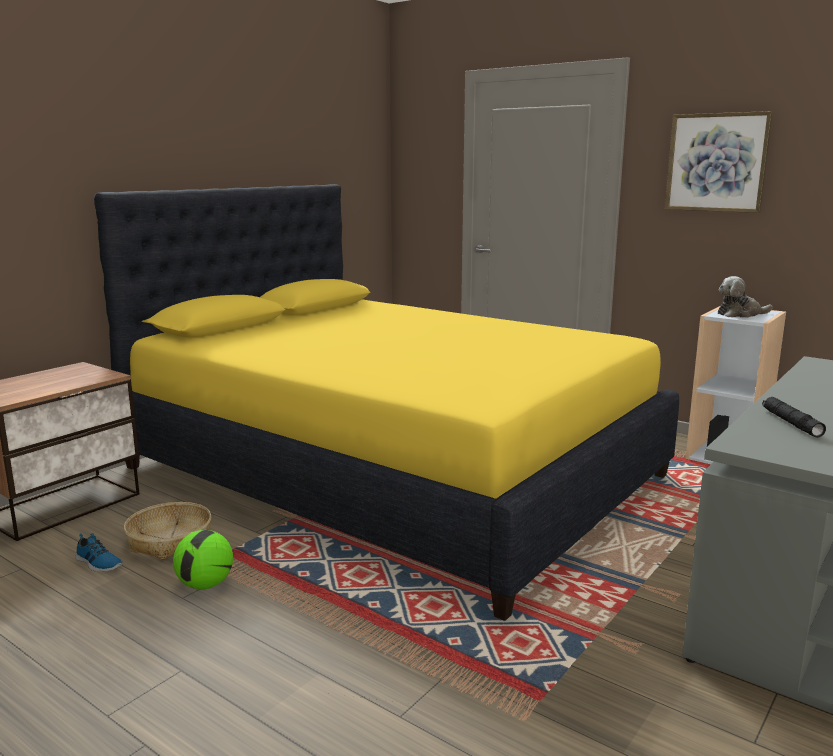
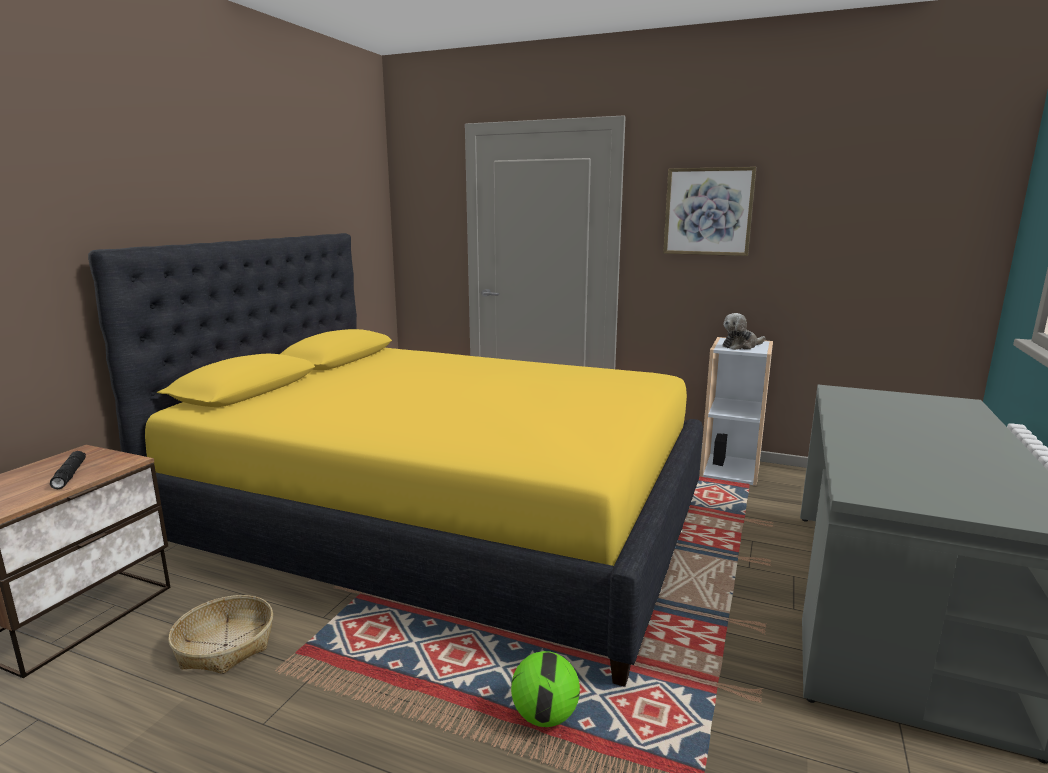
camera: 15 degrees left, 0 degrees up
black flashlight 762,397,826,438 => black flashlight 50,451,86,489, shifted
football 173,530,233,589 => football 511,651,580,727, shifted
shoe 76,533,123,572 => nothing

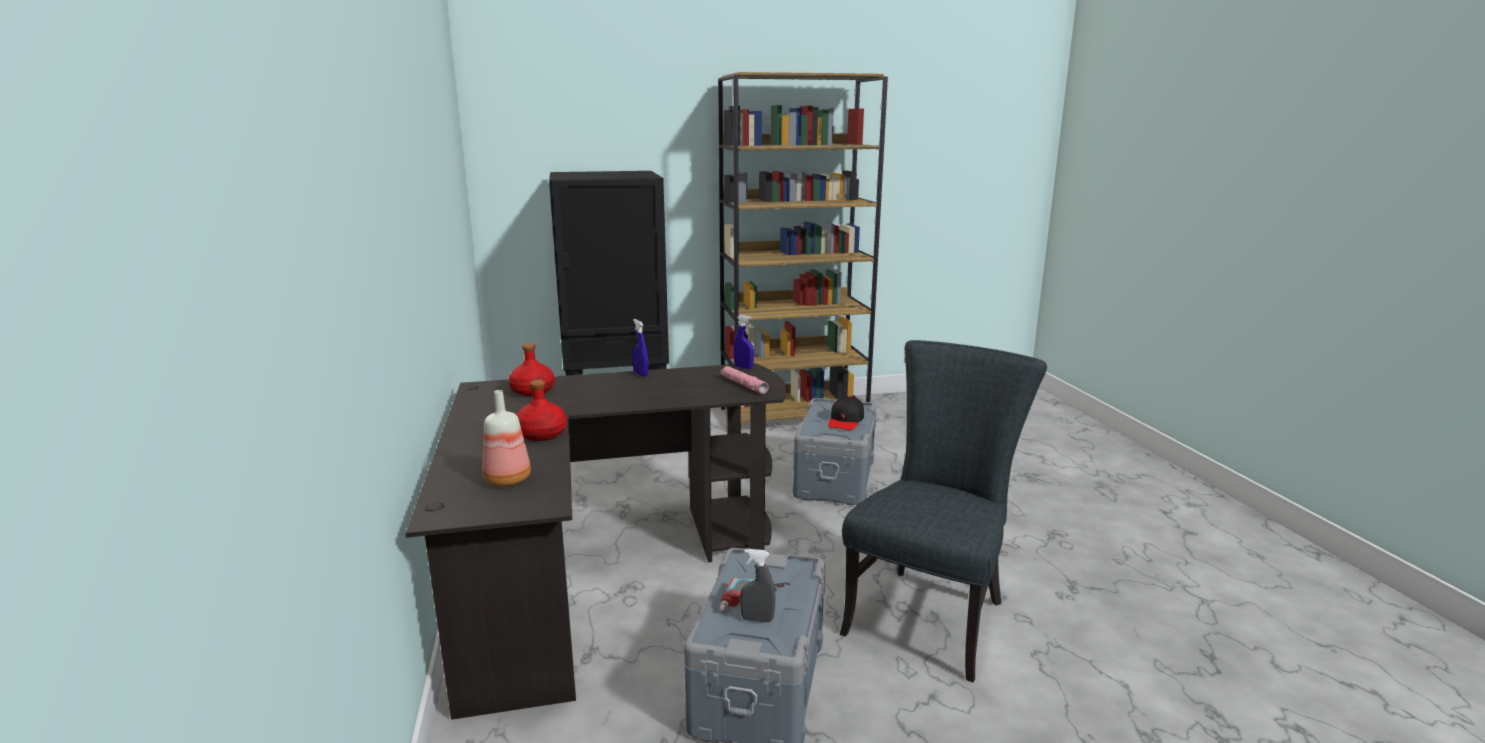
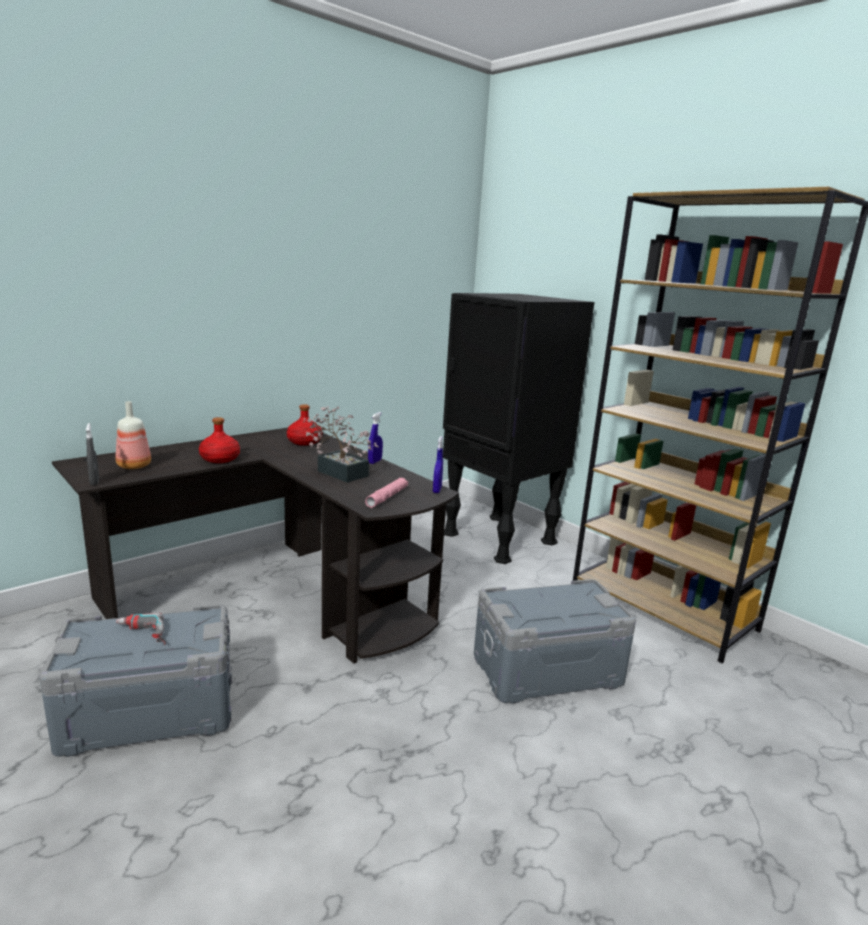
camera: 60 degrees right, 0 degrees up
grey spray bottle 740,549,775,622 => grey spray bottle 86,423,99,485, shifted
nothing => potted plant 303,406,379,483
black cap 828,396,864,430 => nothing
grey chair 840,340,1047,682 => nothing

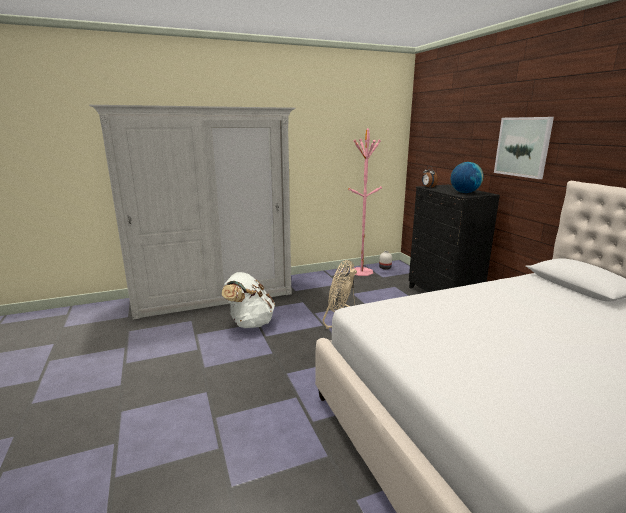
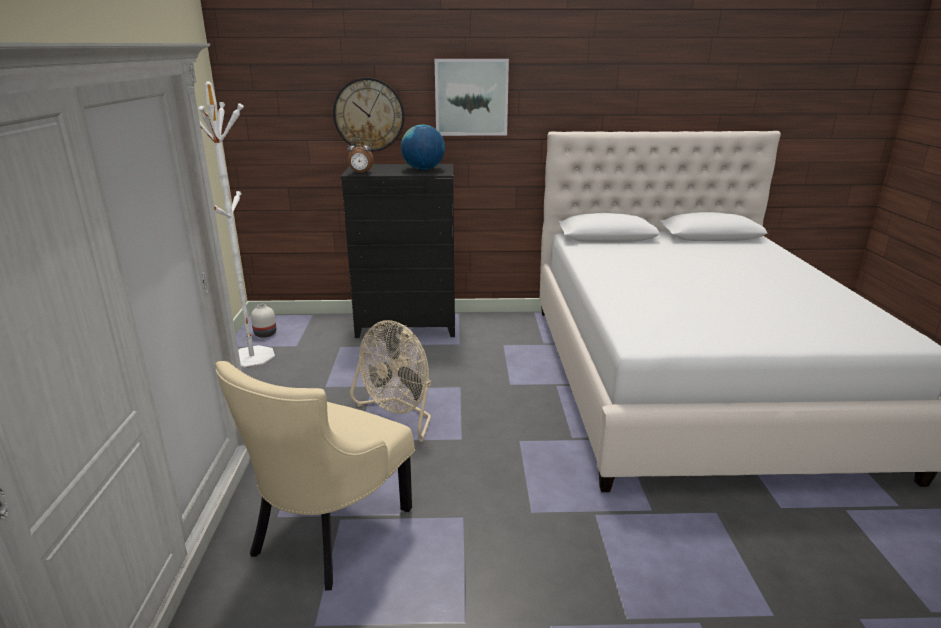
camera: 70 degrees left, 5 degrees up
pink clothes rack 348,128,382,276 => white clothes rack 198,81,275,368
white backpack 222,272,275,328 => beige chair 215,361,415,591
nothing => wall clock 333,78,404,152

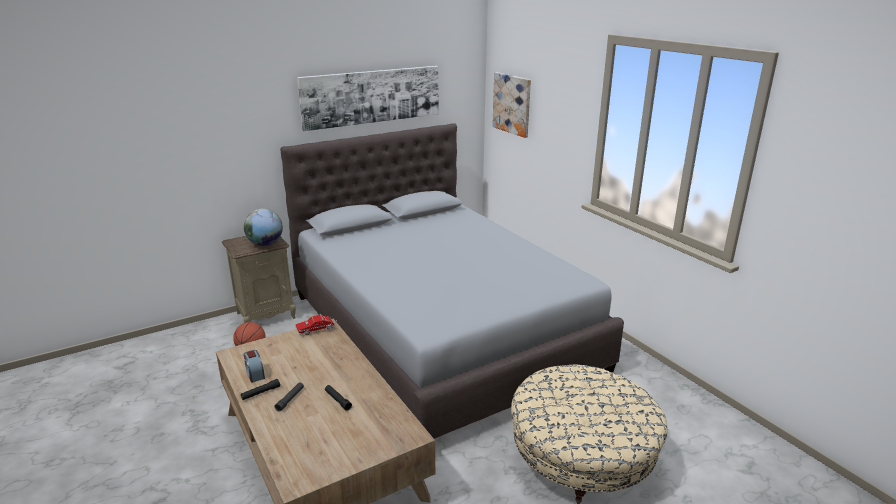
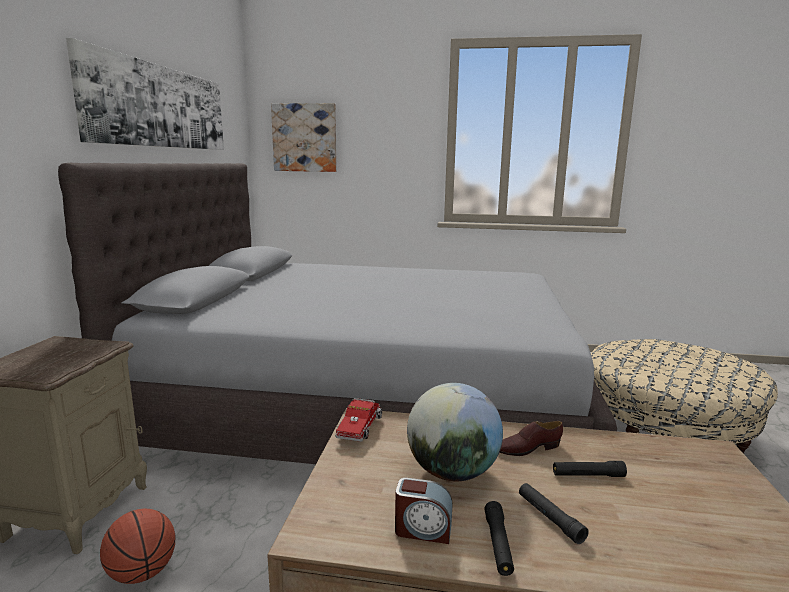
camera: 50 degrees left, 10 degrees down
globe 244,209,283,246 => globe 407,383,503,481, shifted
nothing => brown shoe 500,421,563,456

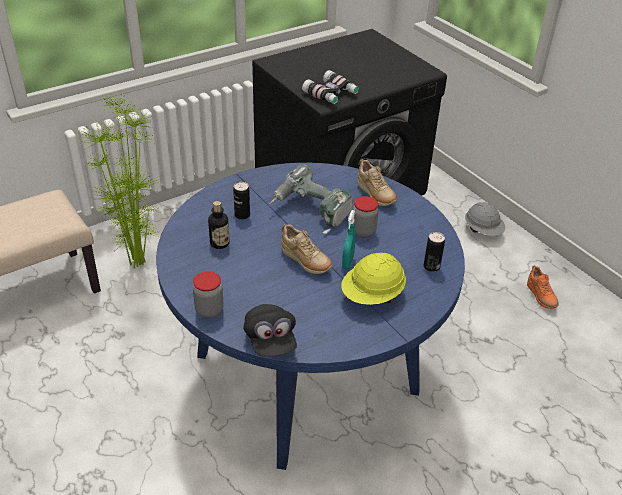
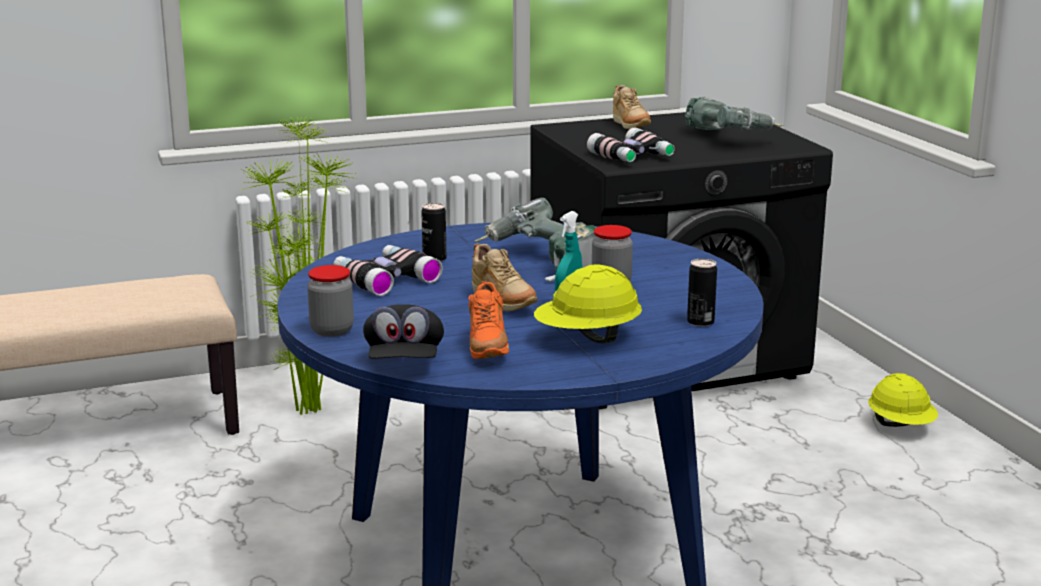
camera: 15 degrees right, 20 degrees down
bottle 208,201,229,249 => binoculars 333,245,443,296
orange shoe 527,265,558,309 => orange shoe 468,281,509,359, shifted
beige shoe 358,159,397,206 => beige shoe 613,85,651,129, shifted
nothing => power drill 685,97,784,131
grey hard hat 465,202,505,236 => yellow hard hat 868,373,938,427

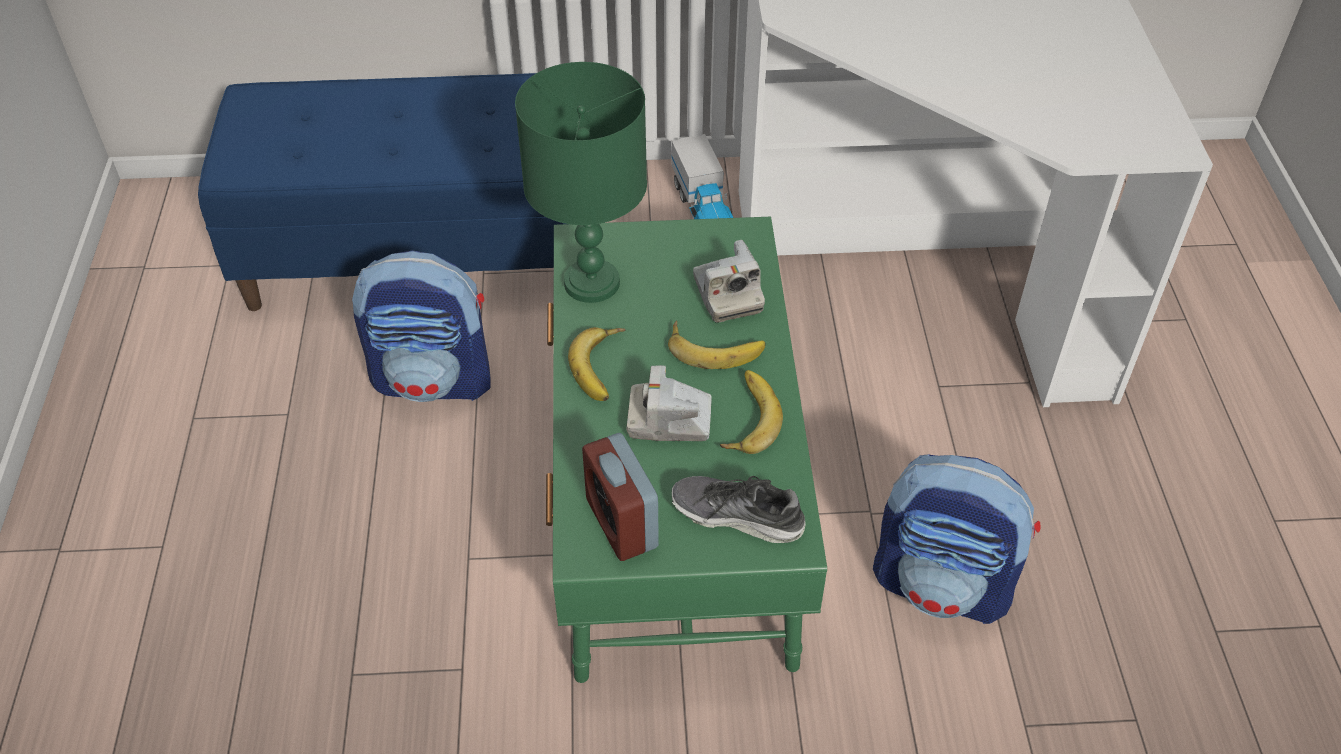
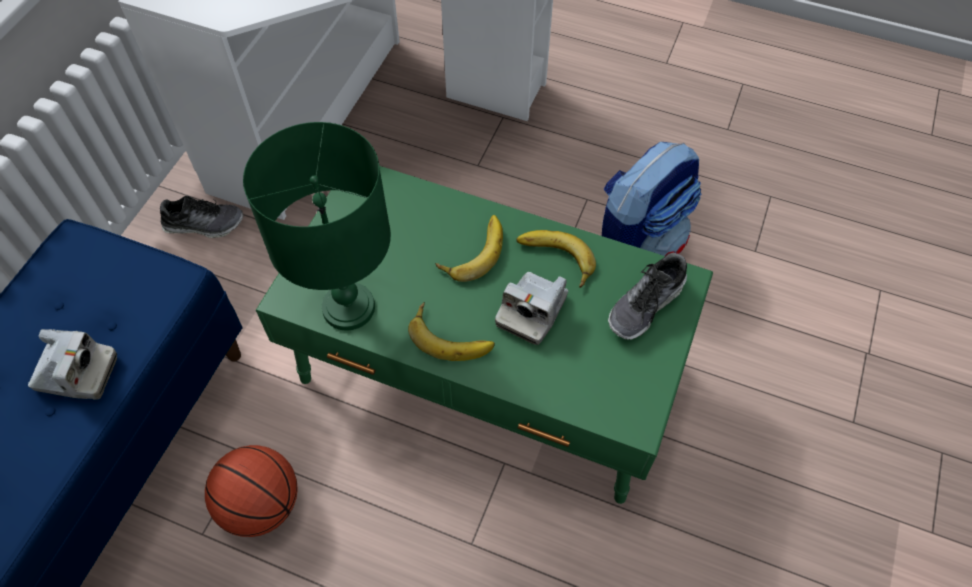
camera: 65 degrees left, 10 degrees up
photo camera 693,240,765,322 => photo camera 28,329,117,400, shifted
toy truck 671,134,733,219 => shoe 160,196,243,238
backpack 352,251,490,402 => basketball 205,445,298,537
alarm clock 582,433,659,561 => nothing

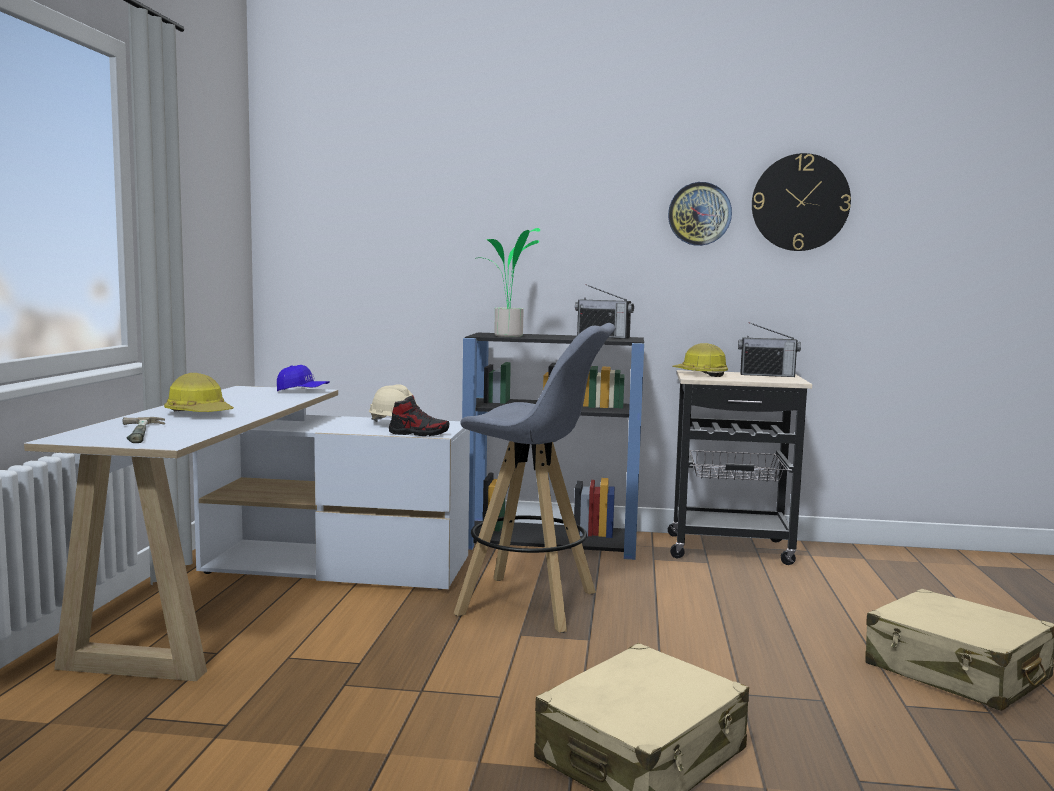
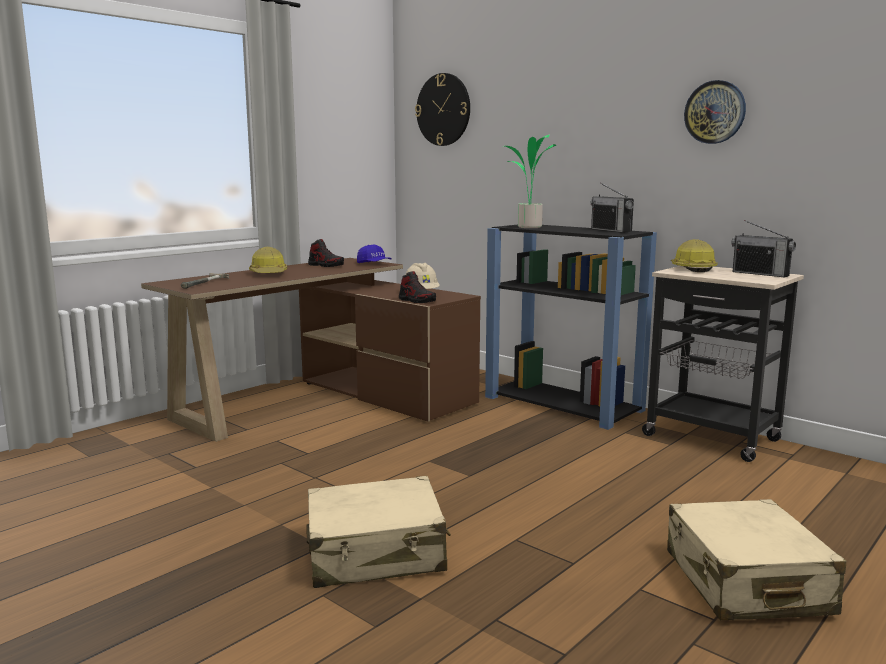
camera: 35 degrees right, 5 degrees up
white desk 24,386,470,681 => brown desk 141,258,481,442
nothing => shoe 308,239,344,267
wall clock 752,153,851,251 => wall clock 415,73,470,146, shifted
grey stool 454,323,615,633 => nothing

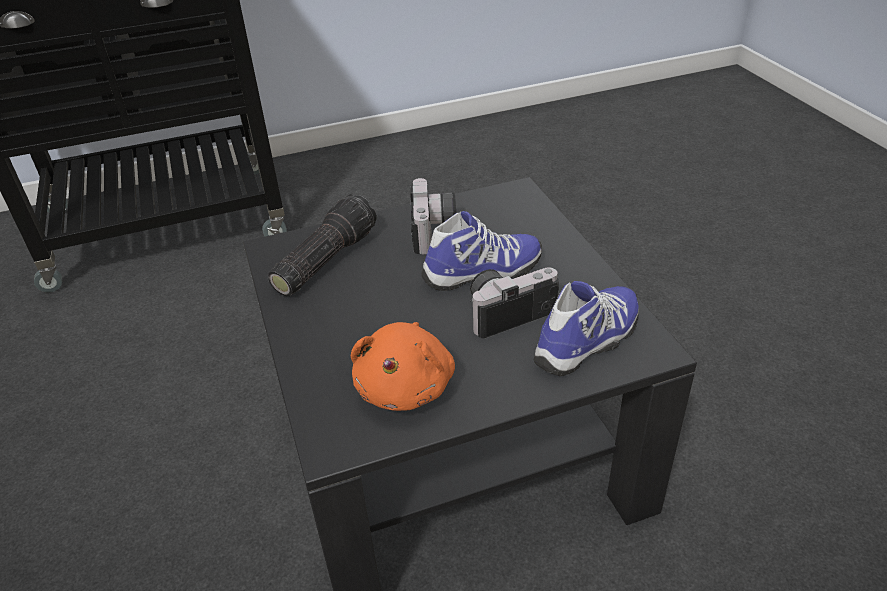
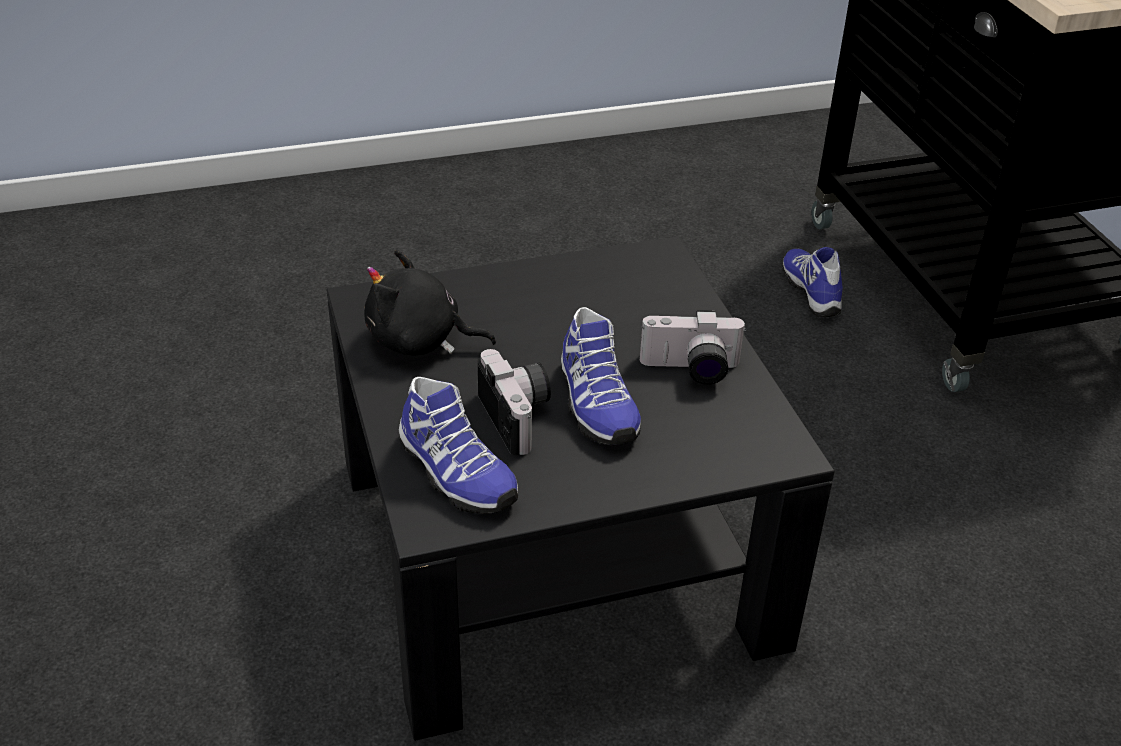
camera: 90 degrees right, 0 degrees up
orange plush toy 351,322,455,411 => black plush toy 364,249,496,356
nothing => shoe 782,247,843,318
flashlight 267,194,377,297 => nothing

